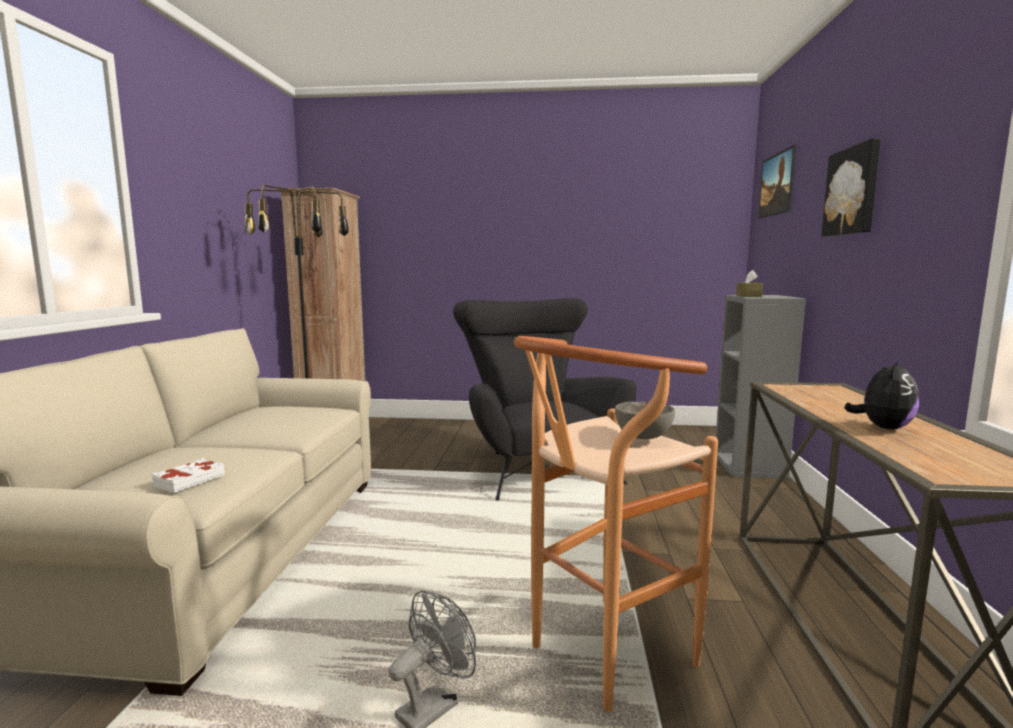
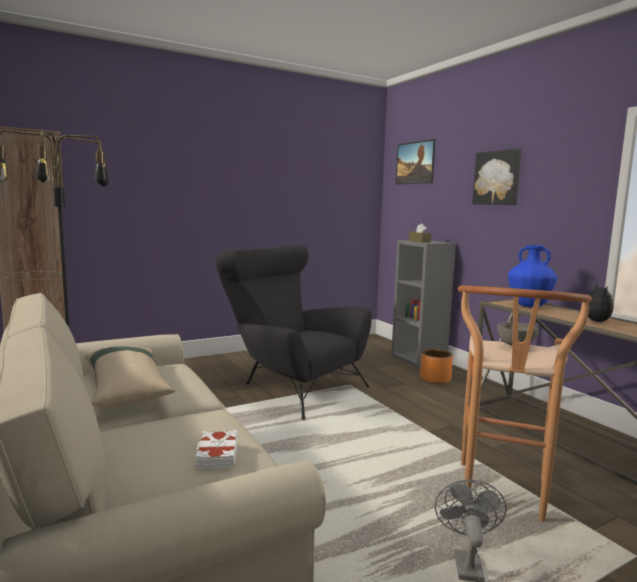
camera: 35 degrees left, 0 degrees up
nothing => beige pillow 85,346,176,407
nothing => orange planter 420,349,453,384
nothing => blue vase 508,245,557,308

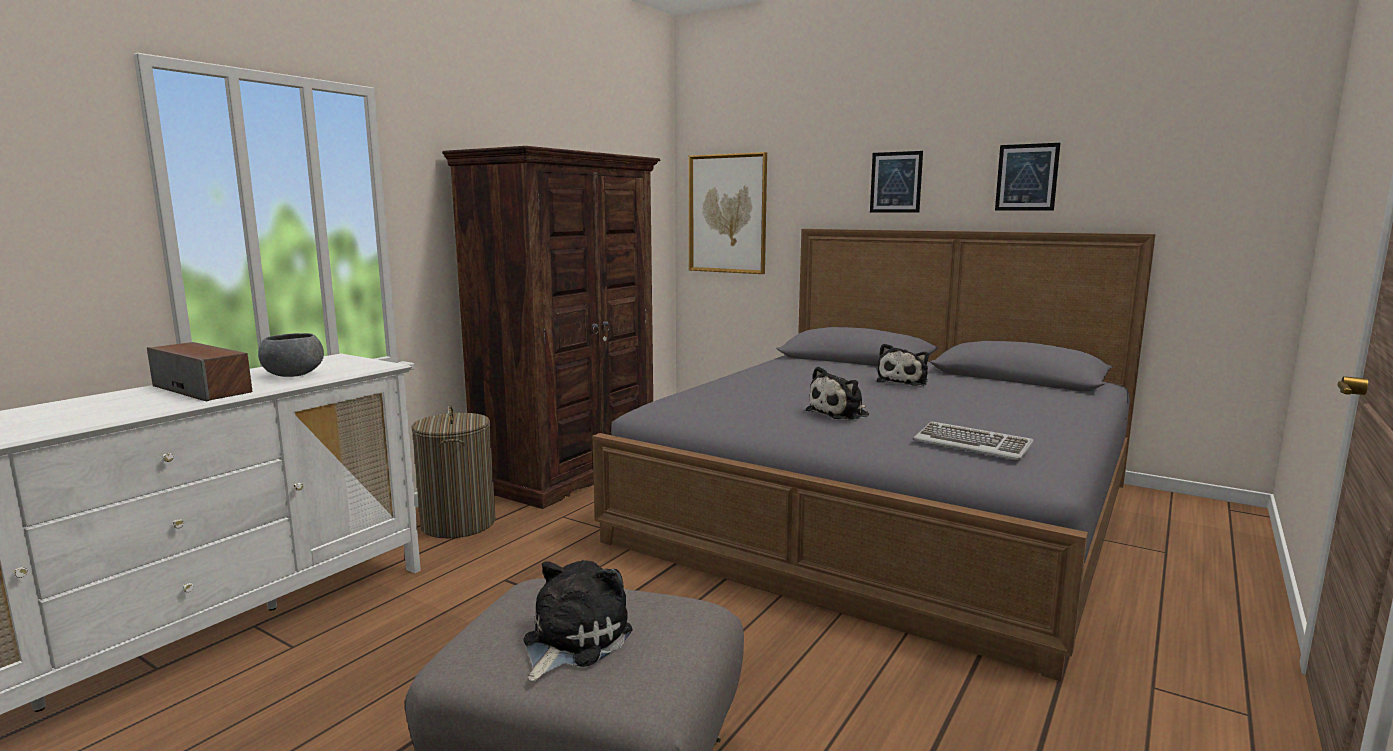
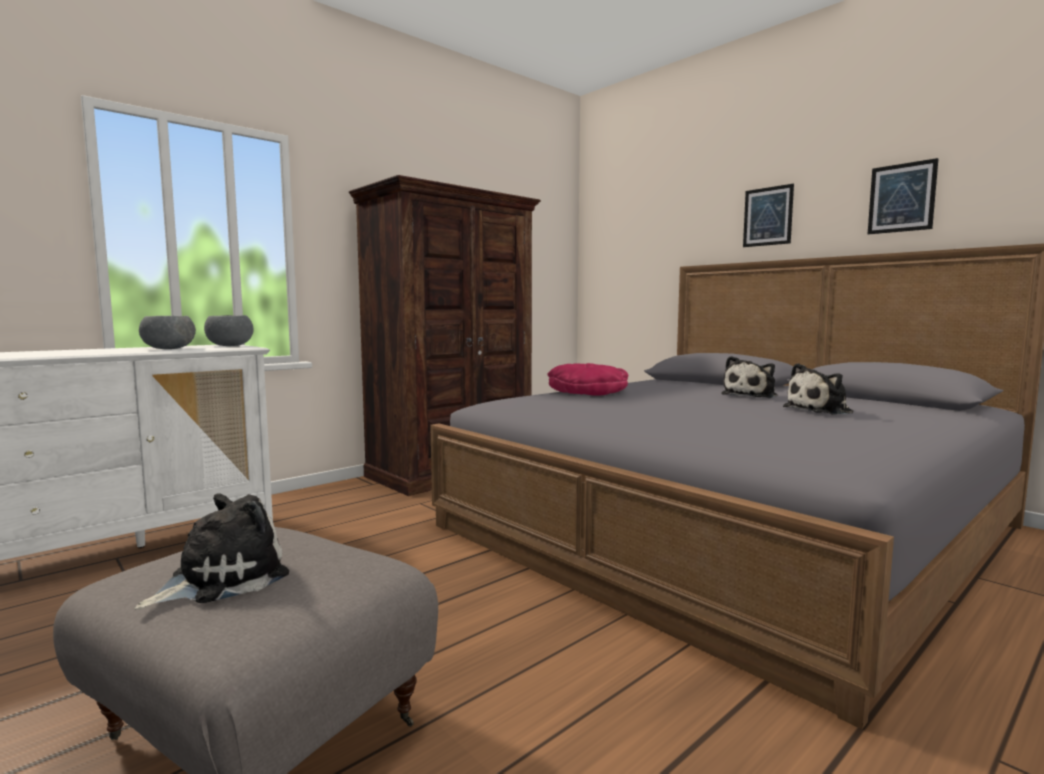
camera: 15 degrees right, 5 degrees down
nothing => grey bowl 204,315,254,346
nothing => pink pillow 547,363,628,396
plush toy 805,366,869,420 => plush toy 783,363,854,415, shifted
speaker 147,342,252,401 => nothing
laundry basket 411,405,495,538 => nothing
picture 689,152,767,274 => nothing
keyboard 913,421,1034,460 => nothing

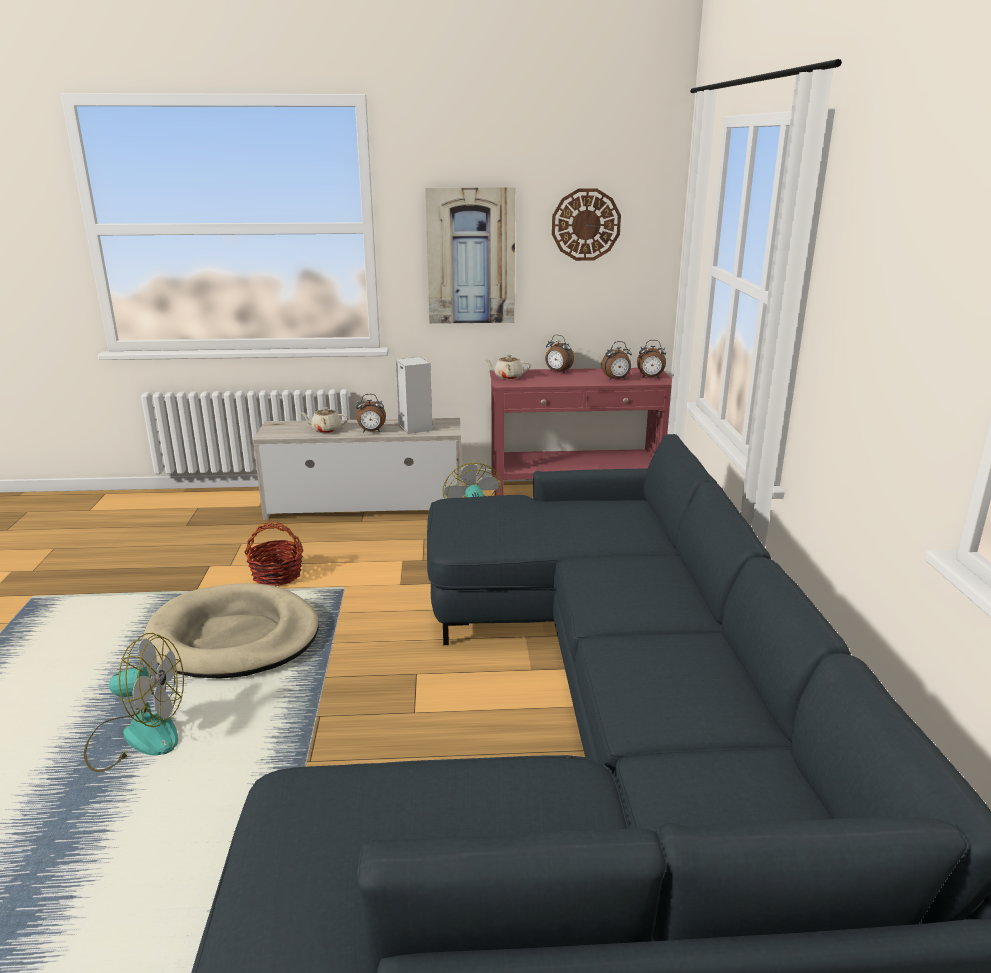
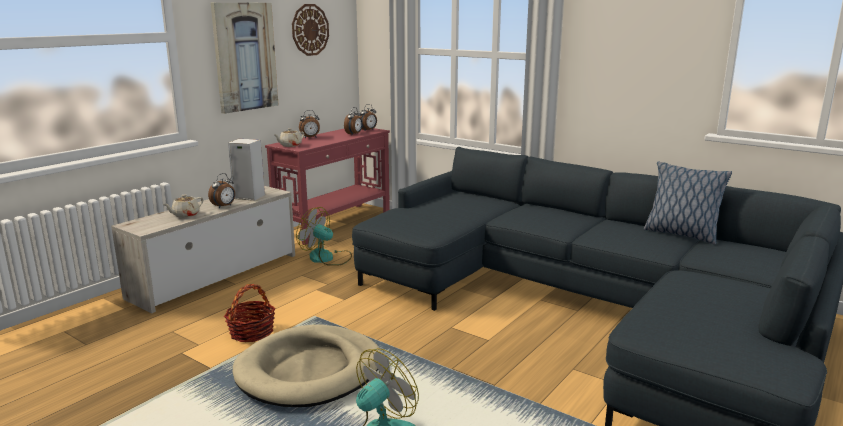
camera: 50 degrees left, 5 degrees down
nothing => pillow 644,161,732,245

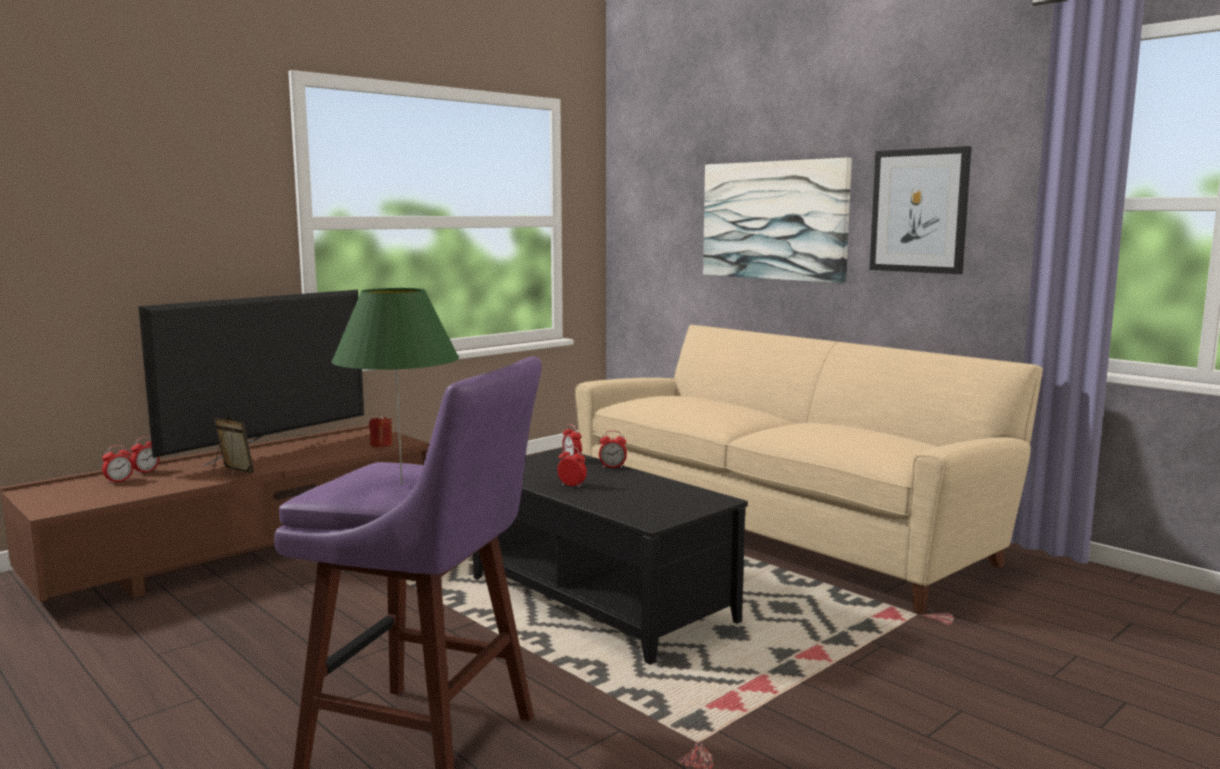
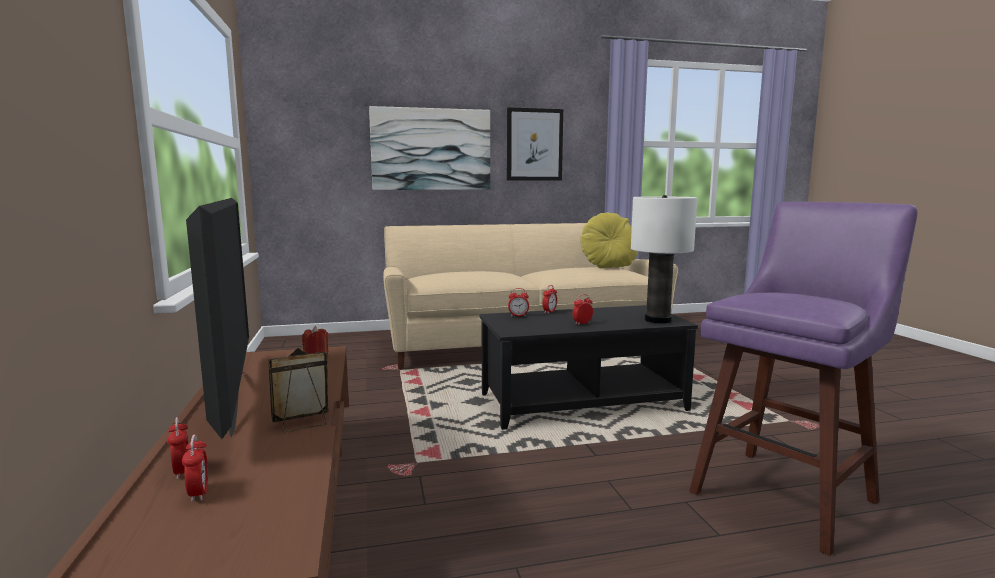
camera: 60 degrees left, 0 degrees up
nothing => yellow pillow 580,212,637,268
nothing => white table lamp 631,195,697,323
green table lamp 332,288,459,485 => nothing

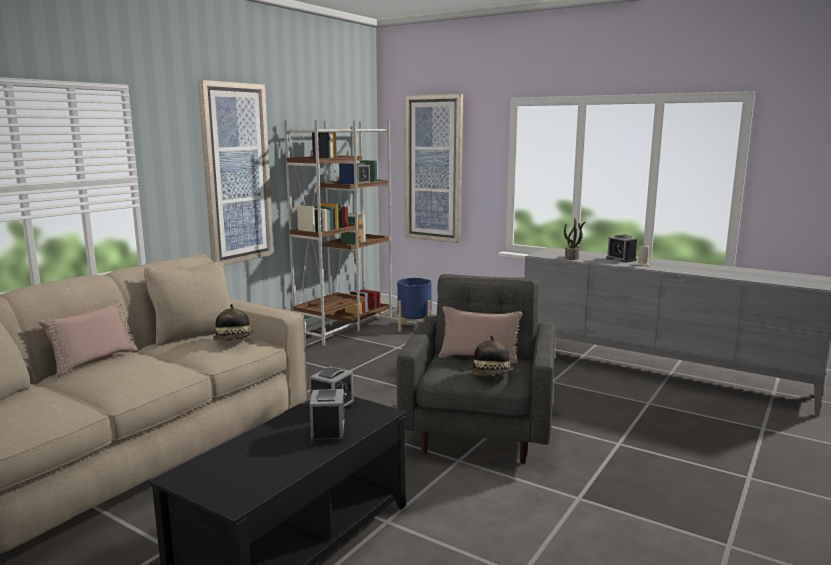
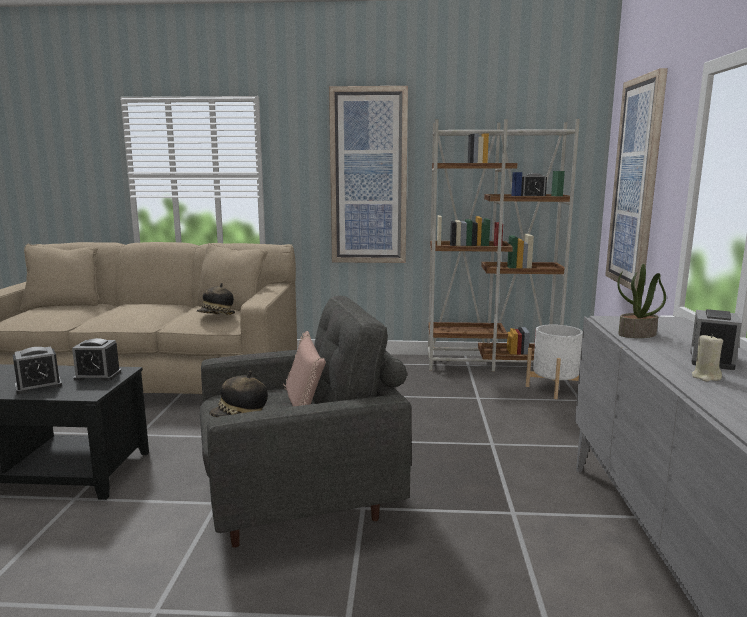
camera: 60 degrees right, 0 degrees up
blue planter 397,278,432,332 => white planter 526,324,583,399
beige pillow 38,300,137,377 => nothing

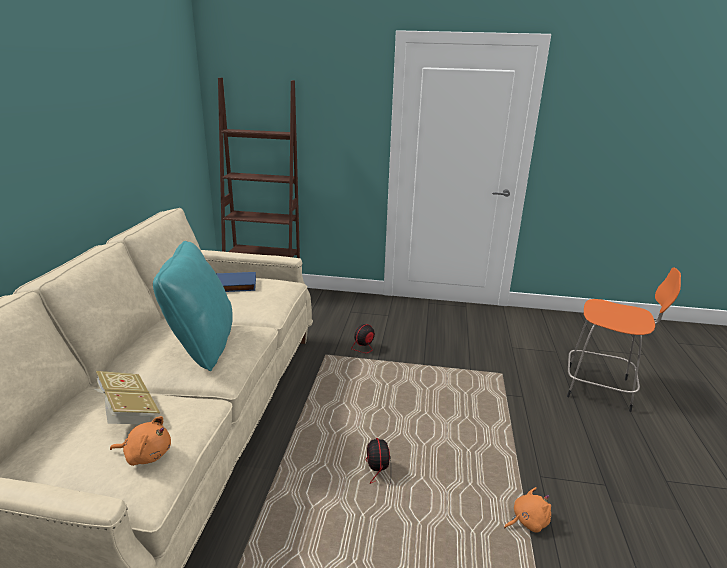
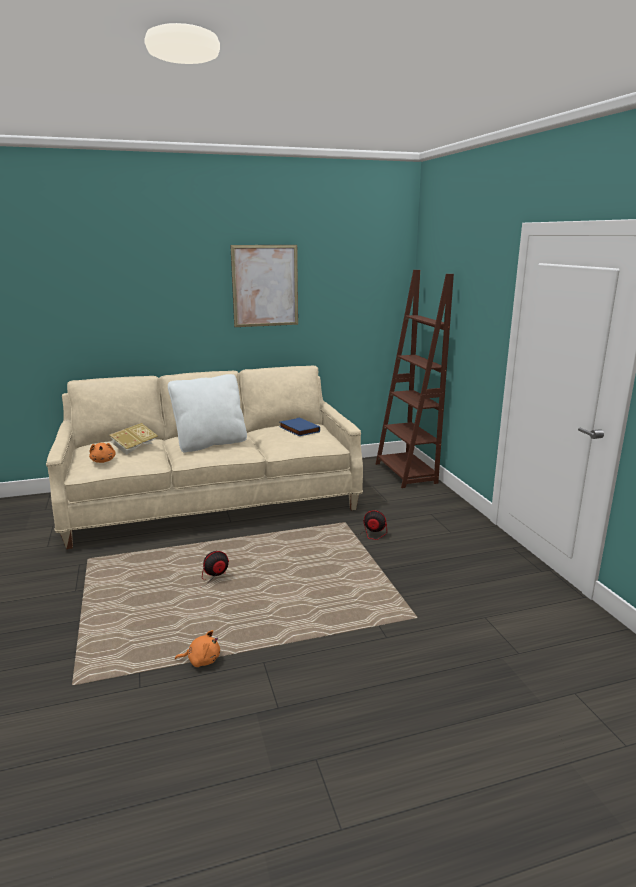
camera: 65 degrees right, 5 degrees down
turquoise pillow 153,241,233,371 => white pillow 168,374,247,453
orange plush toy 504,487,551,533 => orange plush toy 175,630,220,667, 45 degrees counterclockwise
nothing => picture 230,245,298,327
orange stool 567,267,681,412 => nothing

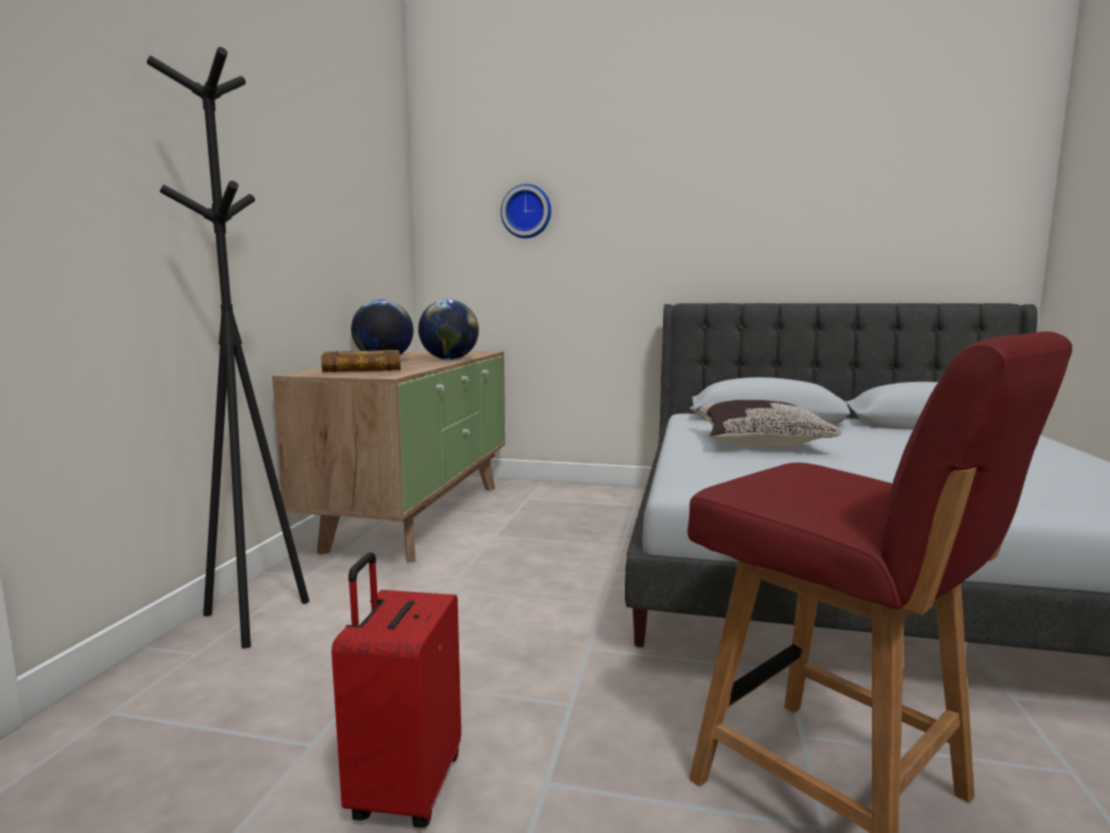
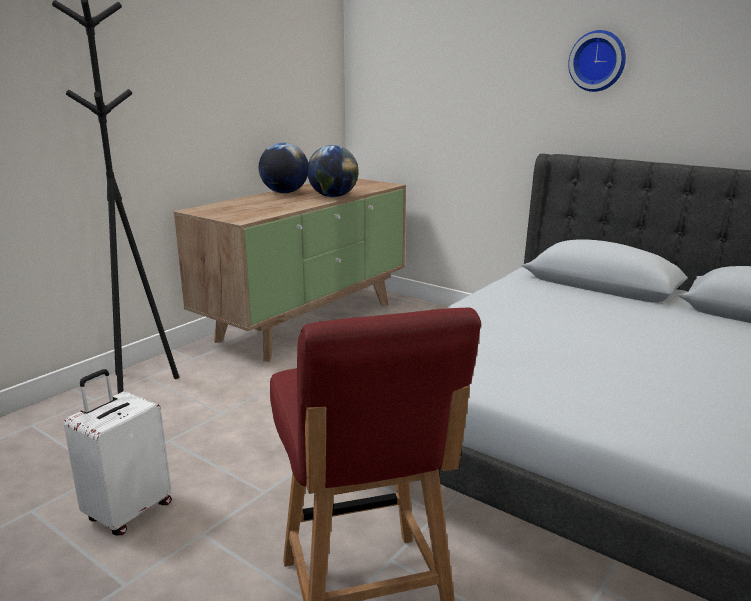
camera: 25 degrees right, 10 degrees up
red suitcase 332,552,461,828 => white suitcase 64,369,172,536
wall clock 501,184,551,238 => wall clock 568,30,626,92, shifted
book 321,350,401,372 => nothing
pillow 696,400,842,447 => nothing

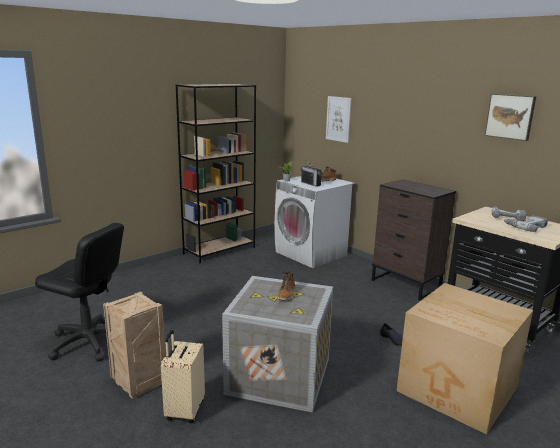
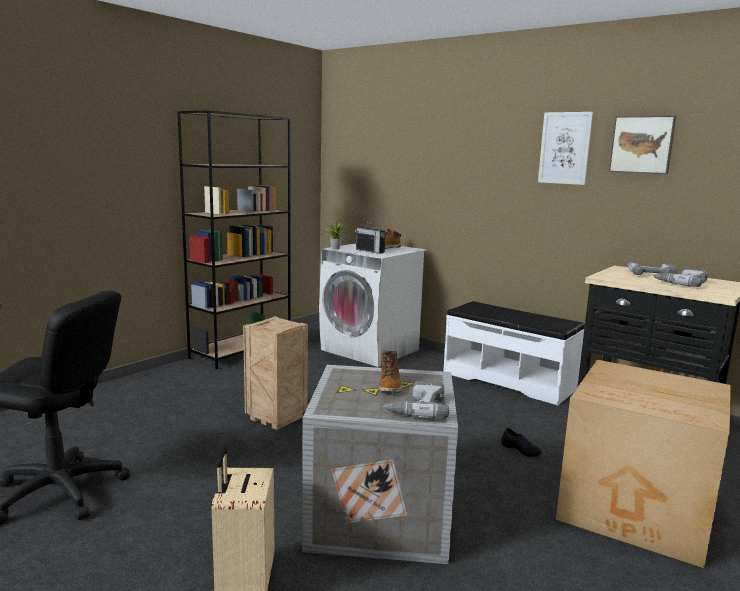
camera: 10 degrees left, 5 degrees down
crate 103,291,166,399 => crate 243,316,308,430, shifted
nothing => power drill 383,381,449,418
brown dresser 372,179,456,300 => white bench 443,301,585,405
picture 326,96,352,143 => picture 538,112,593,185, shifted

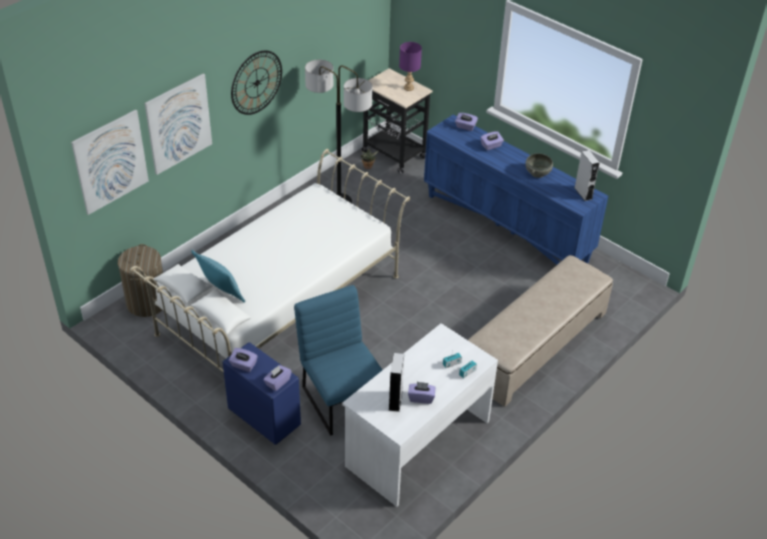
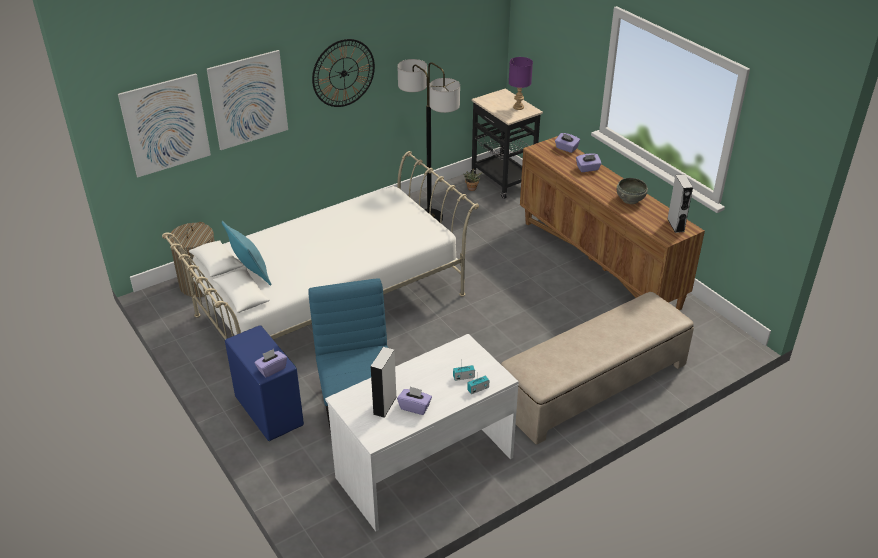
camera: 15 degrees right, 5 degrees down
blue dresser 424,114,608,265 => brown dresser 520,136,705,310
purple tissue box 229,348,258,372 => nothing

